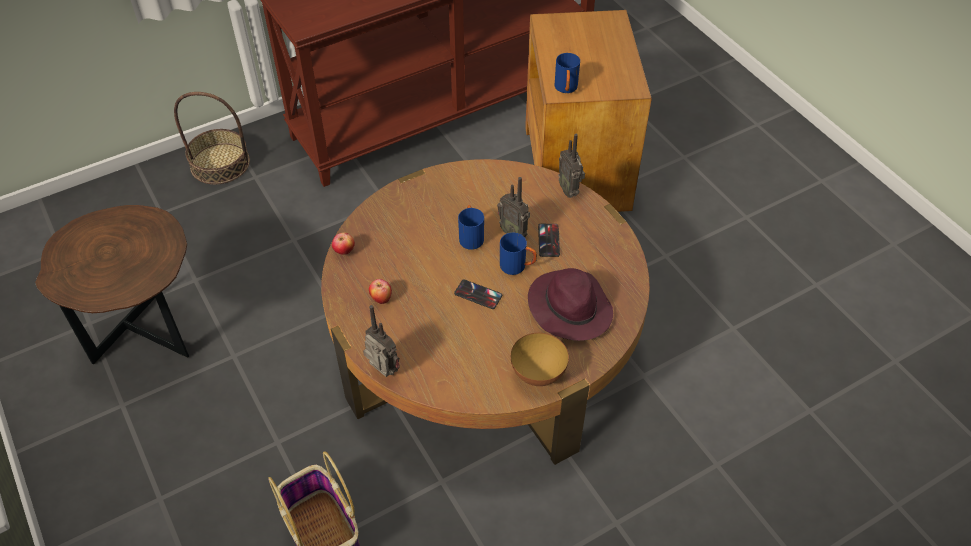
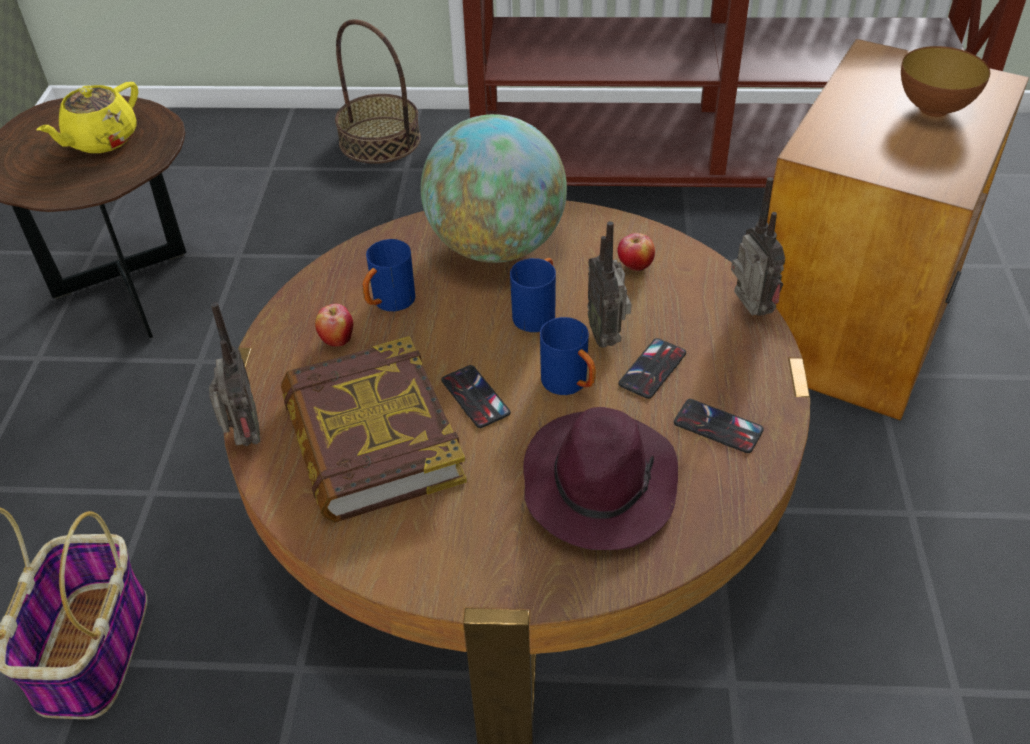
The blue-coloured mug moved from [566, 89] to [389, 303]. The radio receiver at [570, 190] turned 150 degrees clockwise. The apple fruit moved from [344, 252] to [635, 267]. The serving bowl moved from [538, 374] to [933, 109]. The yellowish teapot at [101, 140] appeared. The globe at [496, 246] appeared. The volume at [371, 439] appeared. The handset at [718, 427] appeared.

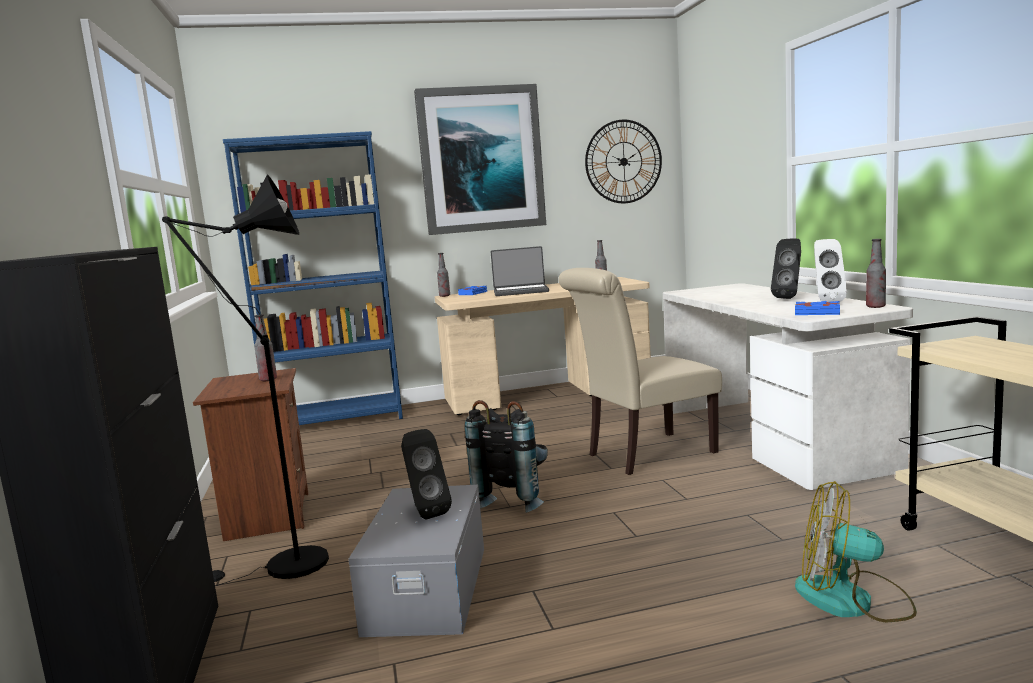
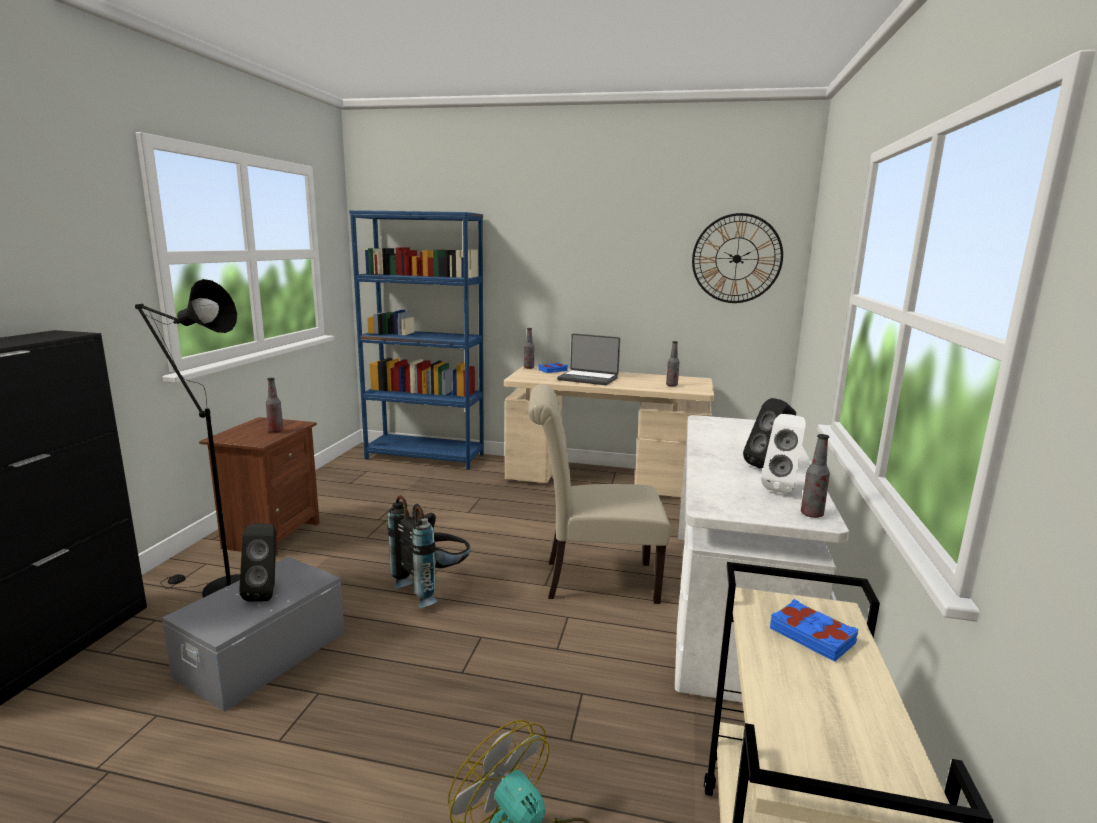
The picture at [481, 160] disappeared. The blue-coloured volume moved from [817, 313] to [812, 635].

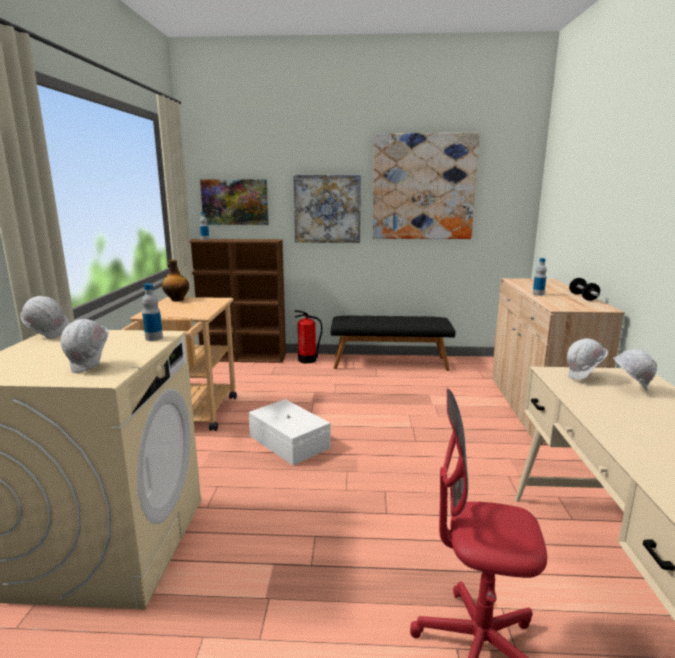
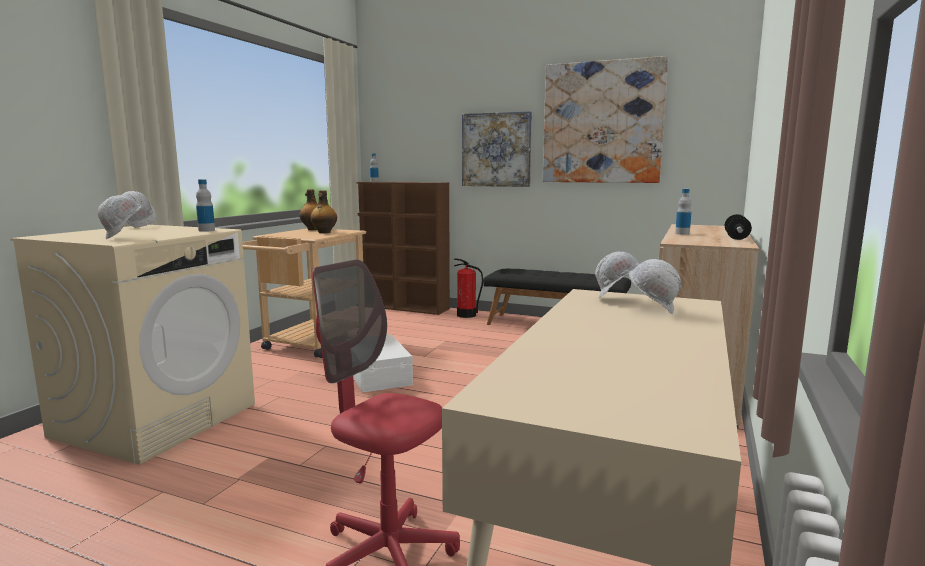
The picture at [235, 202] disappeared. The bottle at [324, 232] appeared.

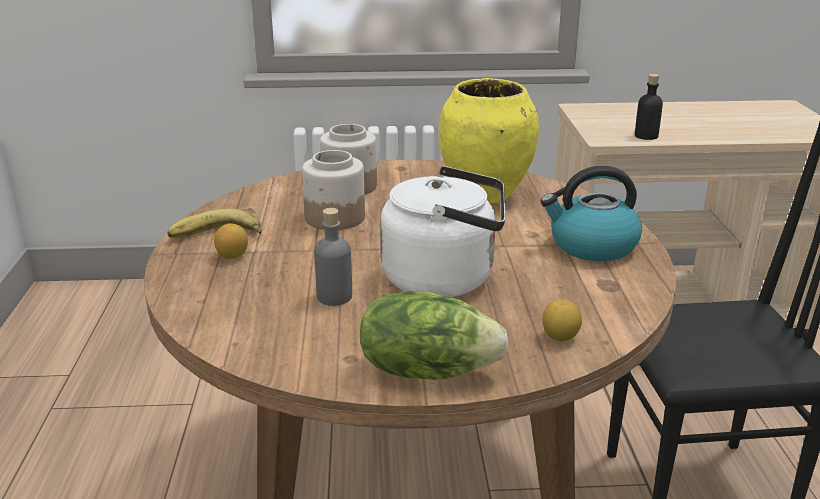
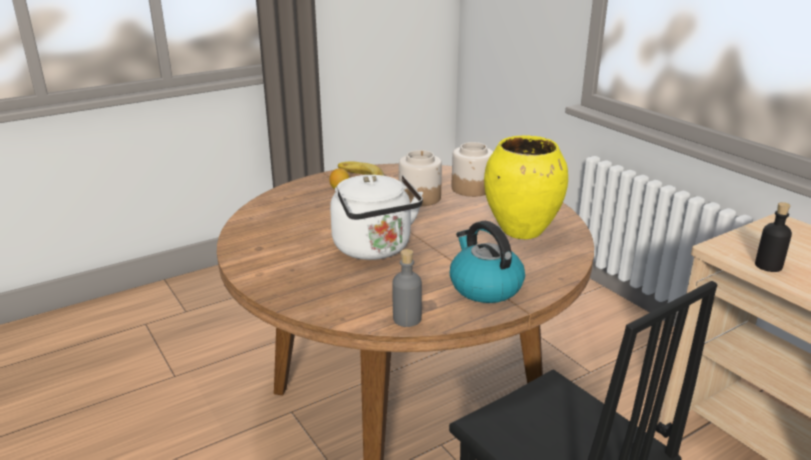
The greyish bottle moved from [334, 297] to [407, 319]. The lettuce at [427, 370] disappeared. The lemon at [560, 337] disappeared.

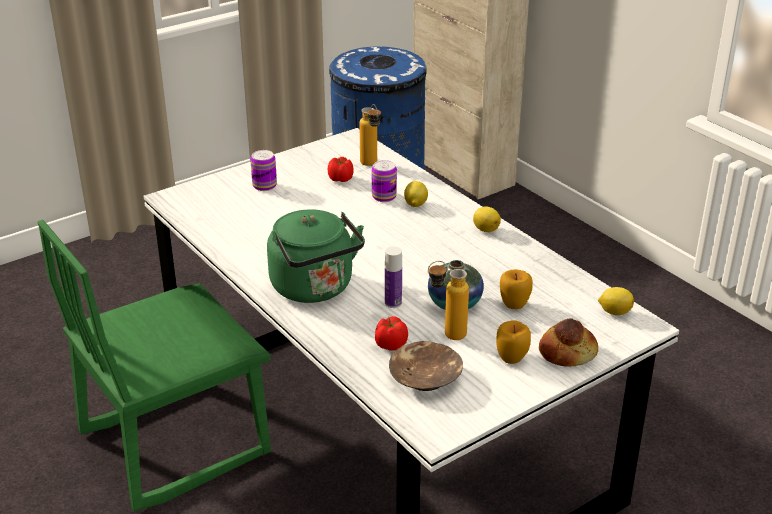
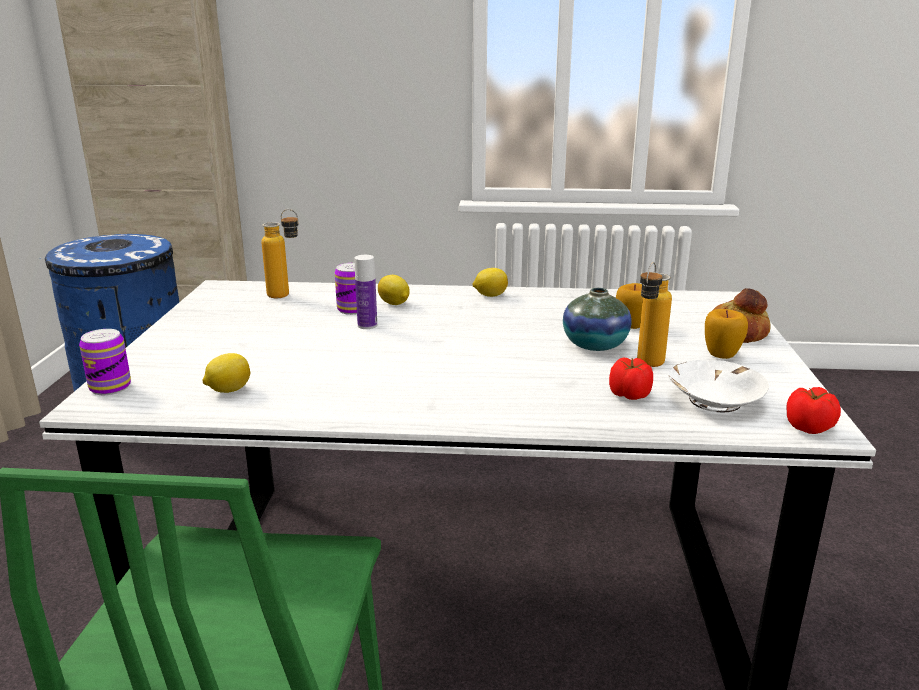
The sealed can moved from [264, 186] to [110, 387]. The fresh tomato moved from [341, 179] to [809, 427]. The green-coloured kettle at [315, 288] disappeared. The bottle moved from [393, 303] to [367, 325]. The lemon moved from [614, 312] to [228, 390]. The brownish serving bowl at [426, 378] became the white serving bowl at [714, 400].

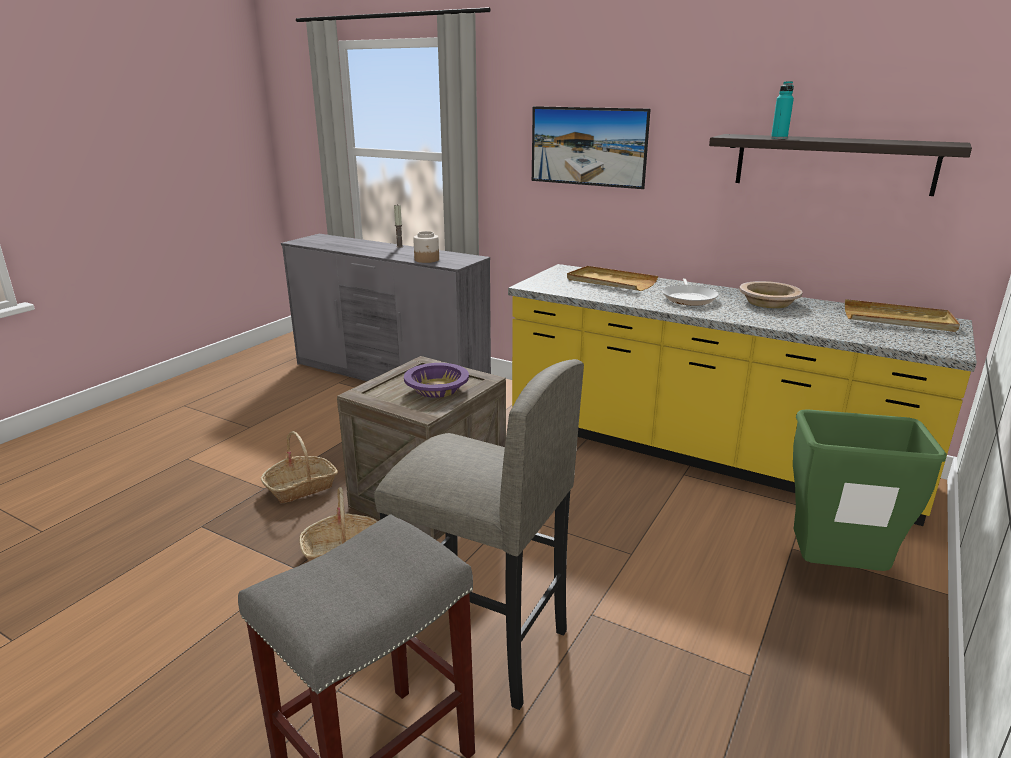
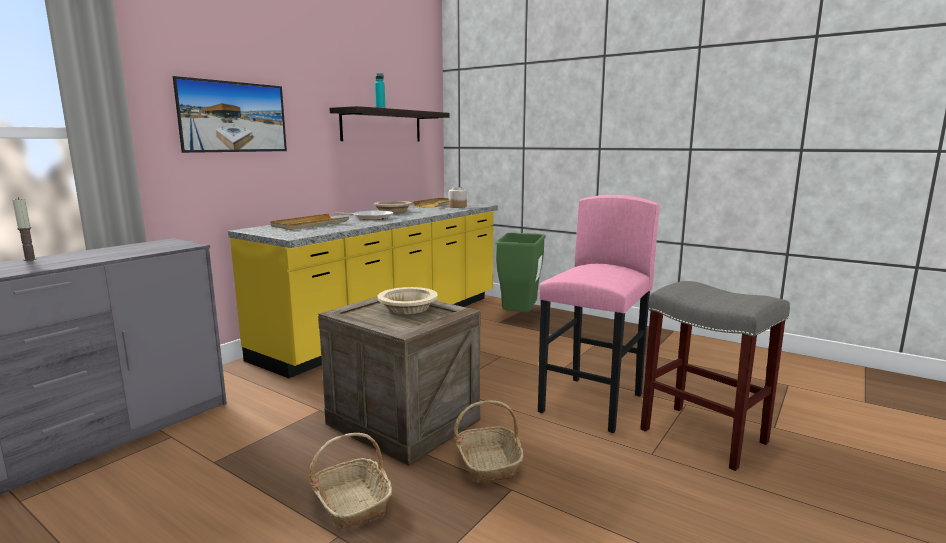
The preserve jar moved from [427, 260] to [458, 207]. The greyish stool seat at [481, 644] became the pink-coloured stool seat at [592, 403]. The purplish serving bowl at [437, 388] became the beige-coloured serving bowl at [407, 308].

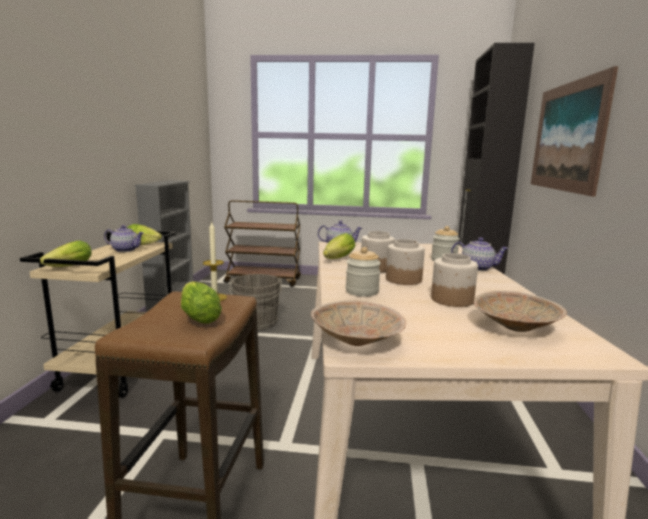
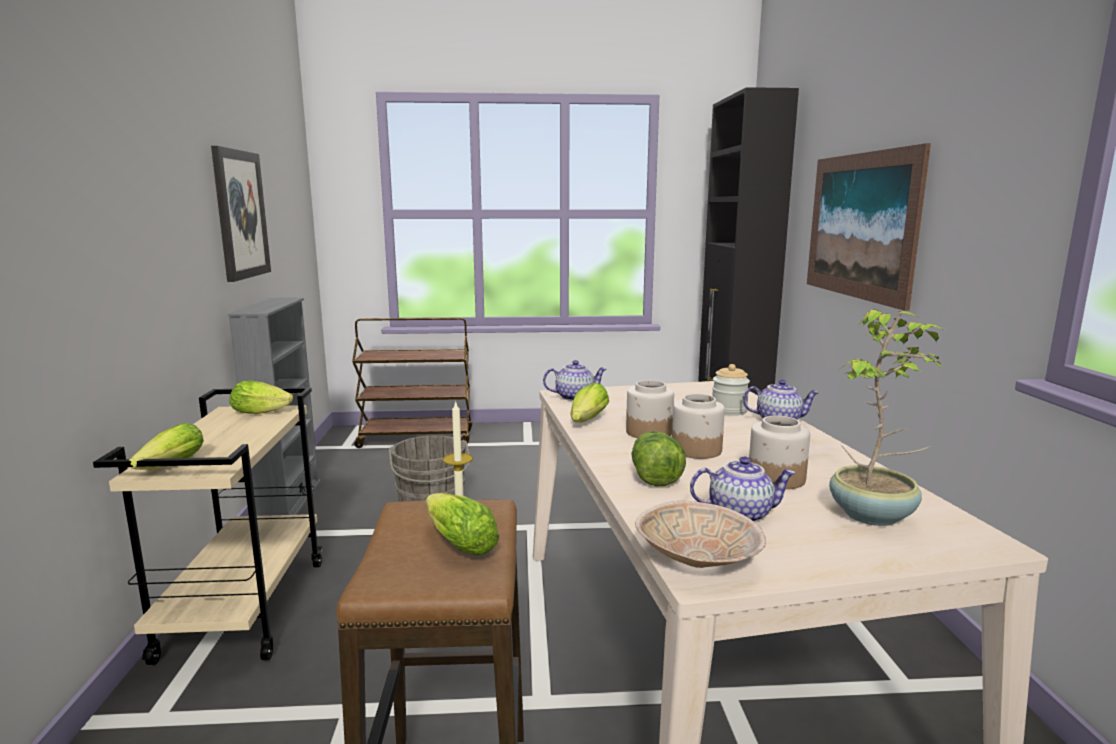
The teapot moved from [126, 250] to [740, 514]. The preserve jar at [362, 291] was replaced by the lettuce at [654, 476]. The beige-coloured serving bowl at [514, 328] was replaced by the potted plant at [873, 515]. The picture at [241, 214] appeared.

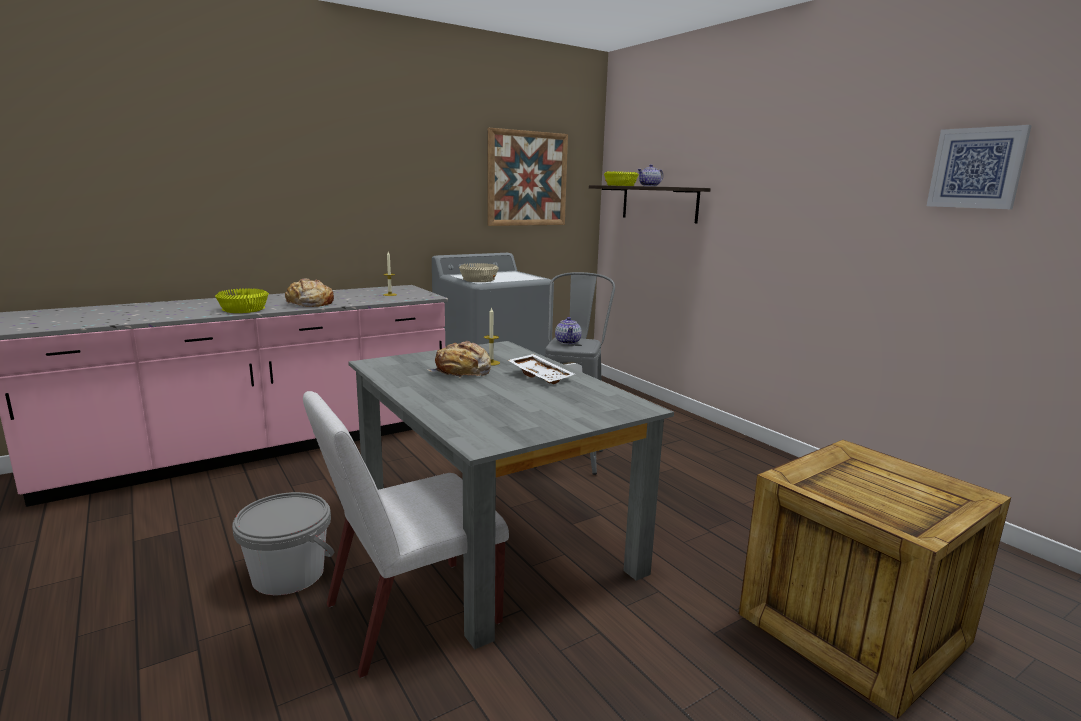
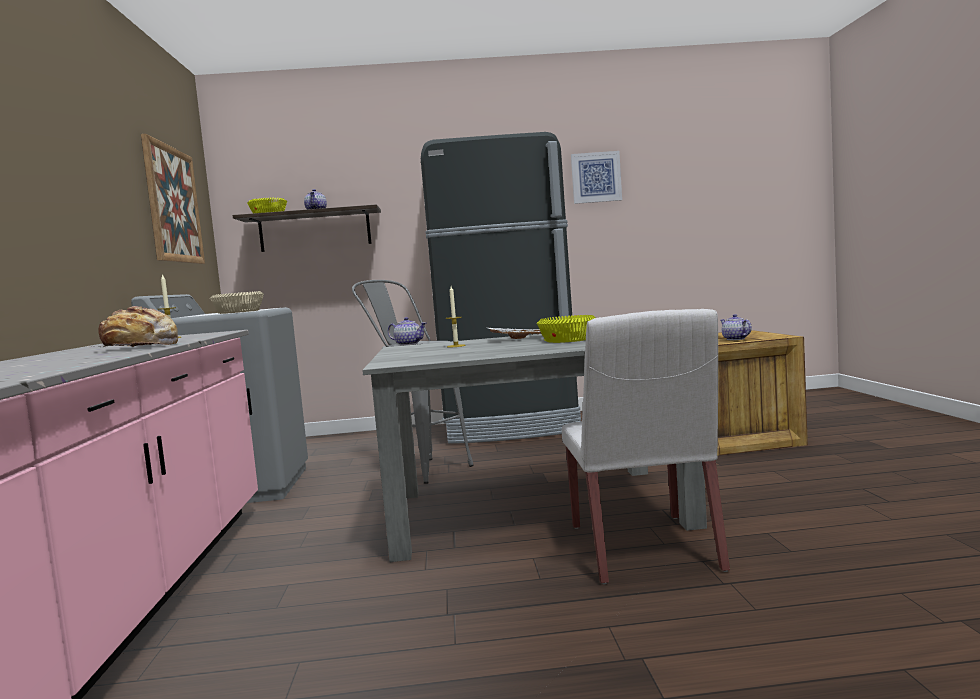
The yellowish serving bowl moved from [243, 309] to [567, 340]. The bakery bread at [462, 372] disappeared. The greyish water bucket at [288, 574] disappeared. The black-coloured refrigerator at [511, 428] appeared. The teapot at [735, 339] appeared.

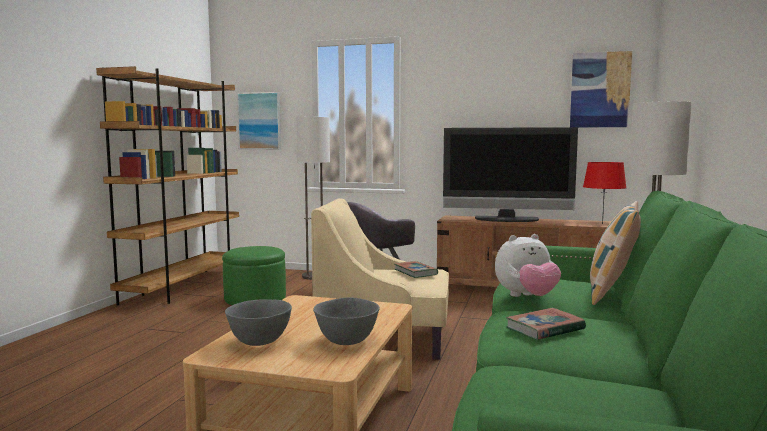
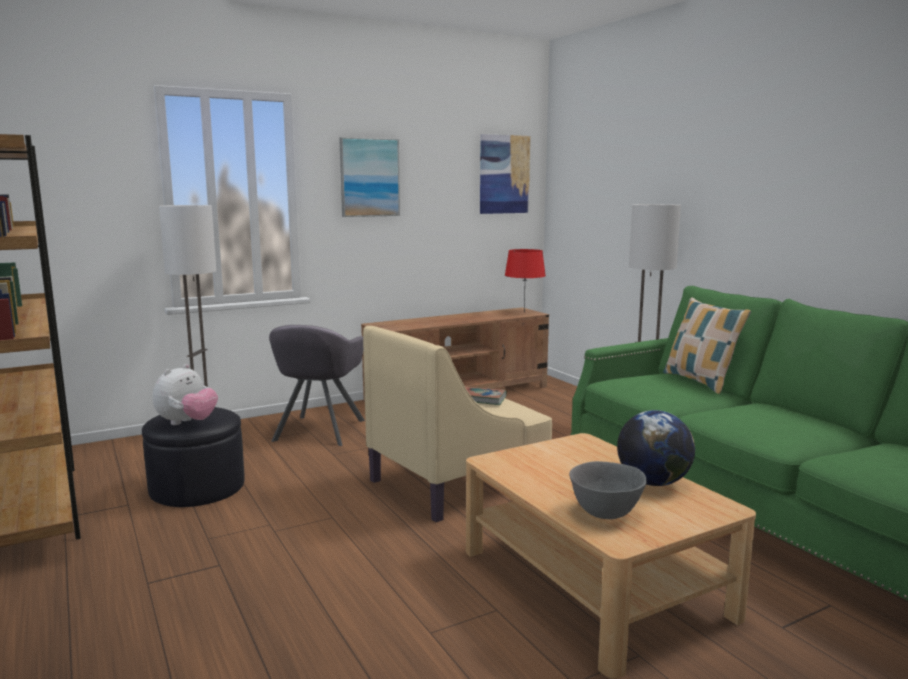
The picture moved from [259, 121] to [369, 177]. The TV at [506, 219] disappeared. The soft toy moved from [526, 297] to [187, 423]. The green-coloured ottoman at [255, 298] became the black-coloured ottoman at [197, 487]. The greyish serving bowl at [347, 340] was replaced by the globe at [653, 482]. The volume at [545, 329] disappeared.

